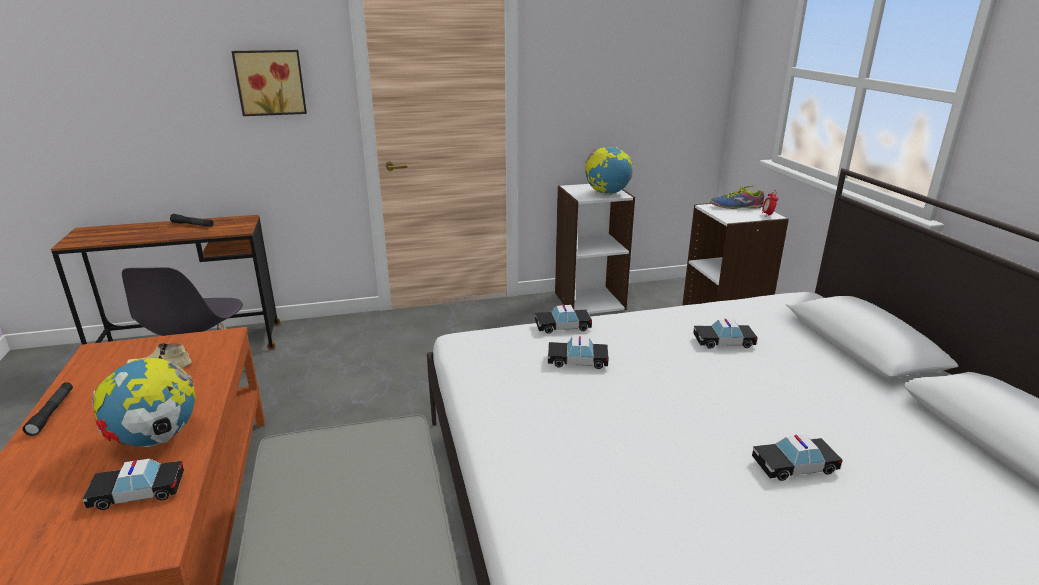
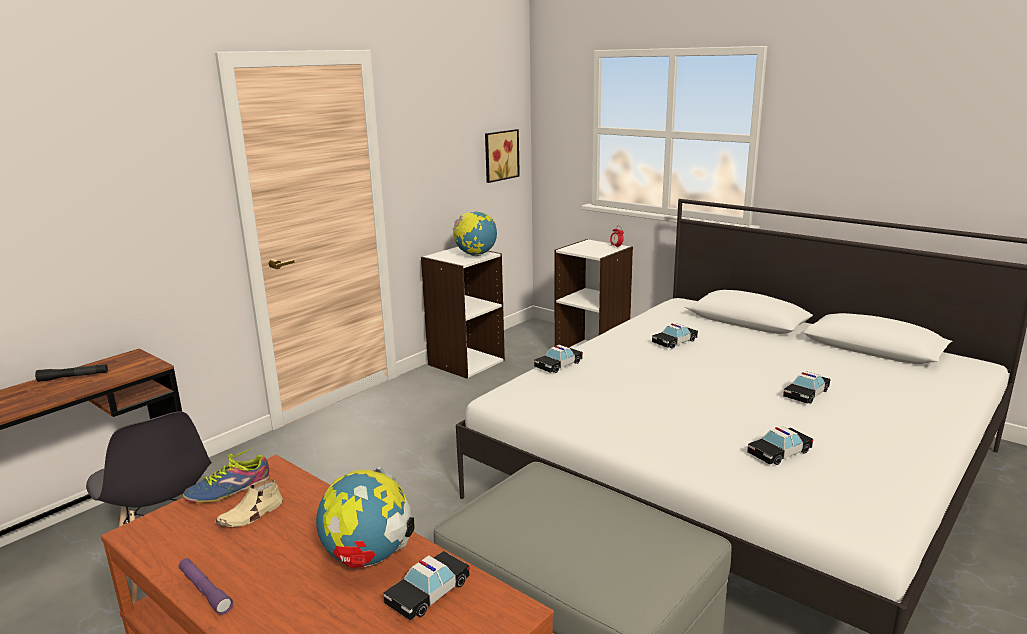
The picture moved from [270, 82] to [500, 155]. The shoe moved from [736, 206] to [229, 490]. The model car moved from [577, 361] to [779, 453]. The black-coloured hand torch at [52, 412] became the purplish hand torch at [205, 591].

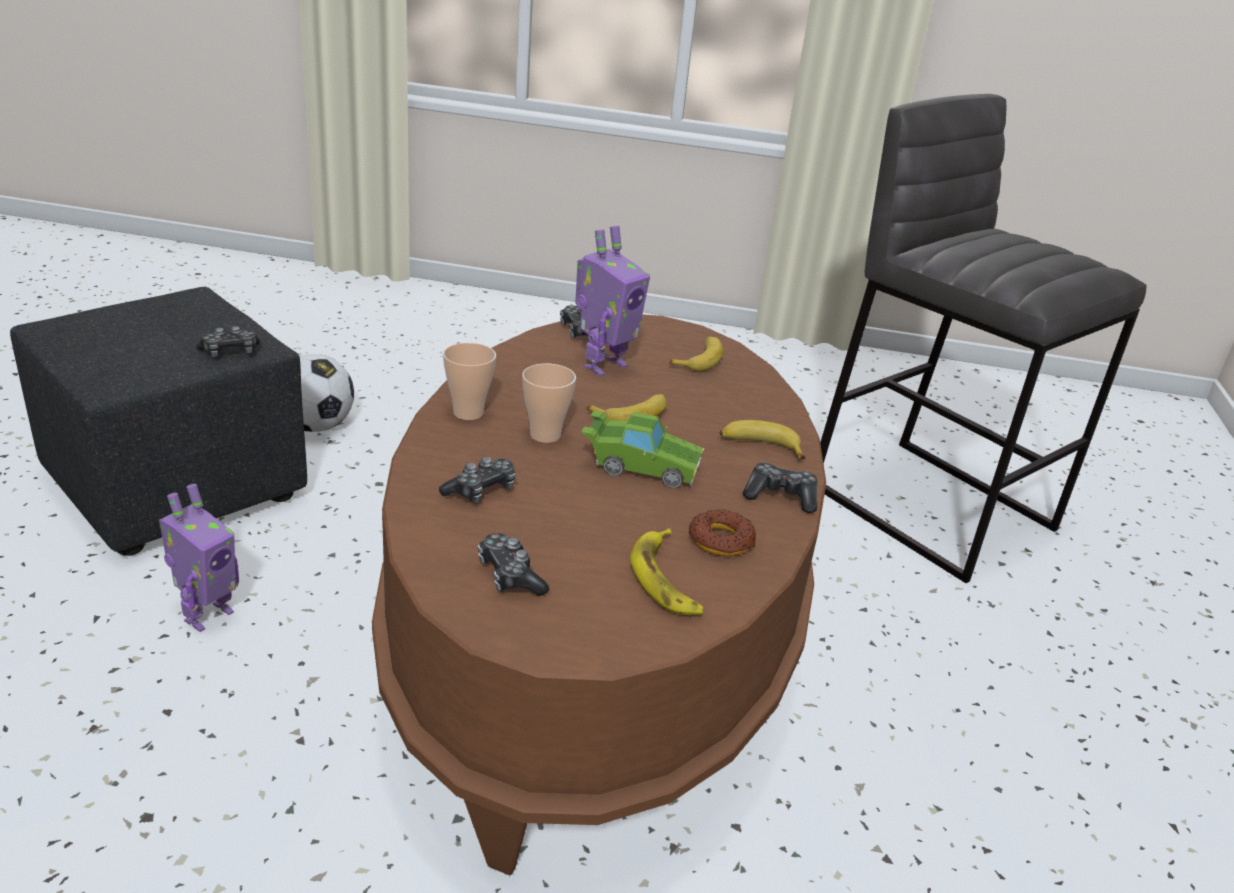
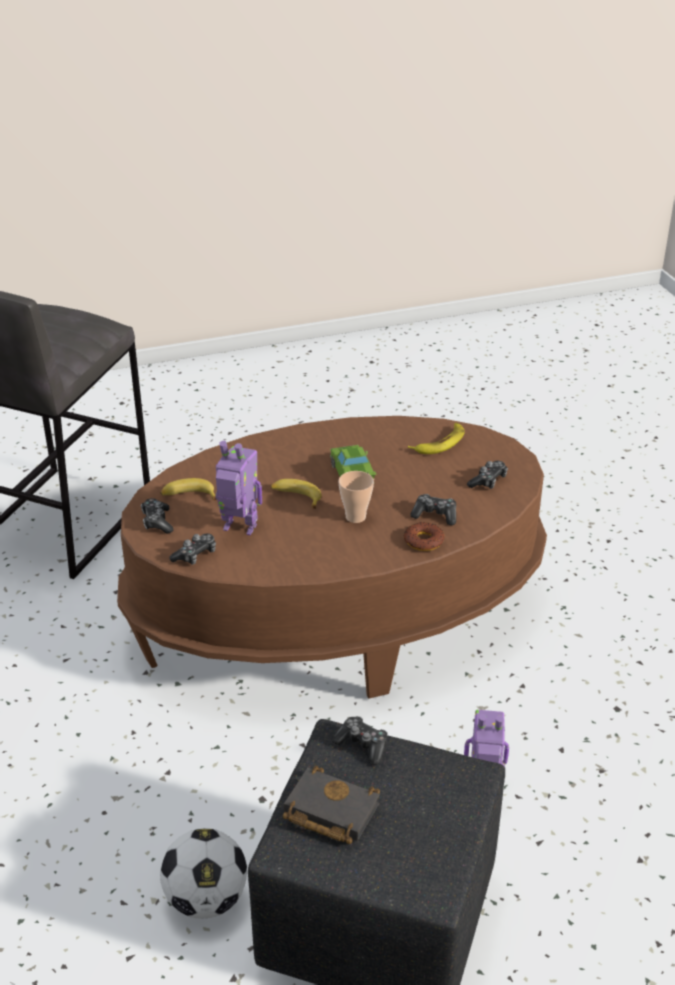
The small cup at [468, 413] disappeared. The banana at [760, 446] disappeared. The joypad moved from [780, 496] to [157, 522]. The ring doughnut moved from [721, 540] to [423, 541]. The black-coloured volume at [328, 811] appeared.

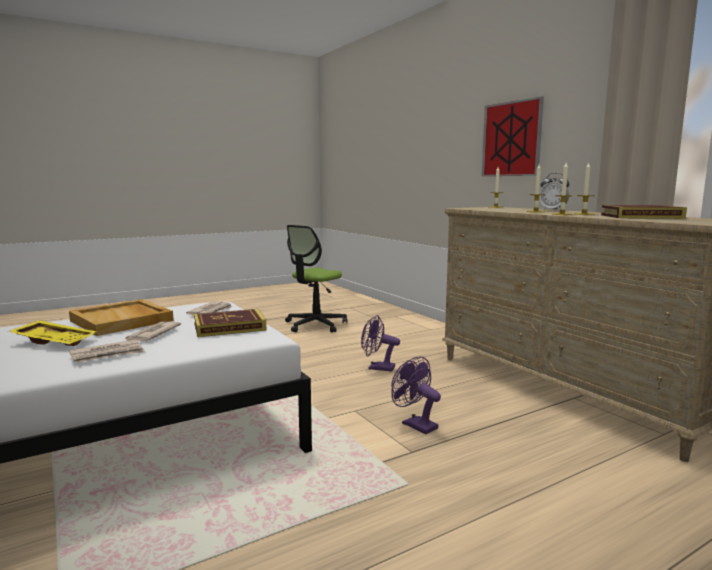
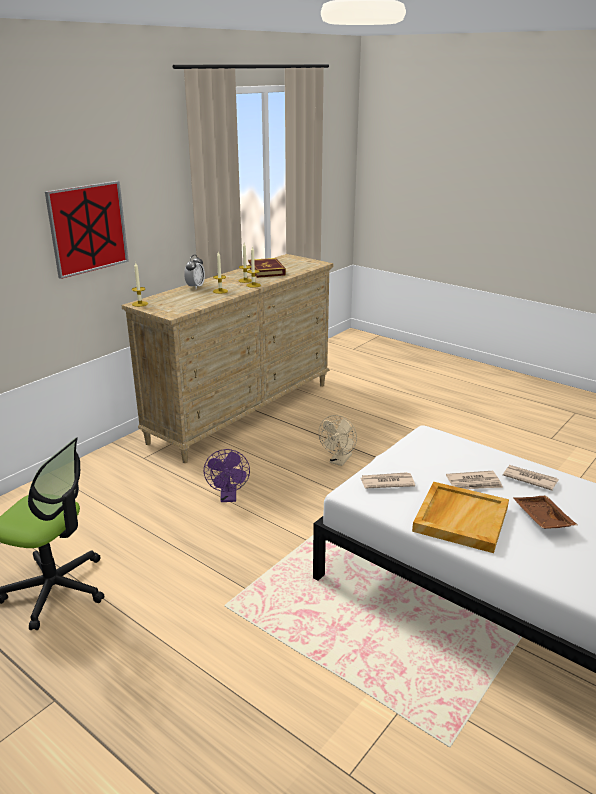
The volume at [229, 327] disappeared. The yellowish tray at [56, 341] became the brownish tray at [541, 519]. The purplish cooling fan at [415, 424] became the beige-coloured cooling fan at [339, 461].

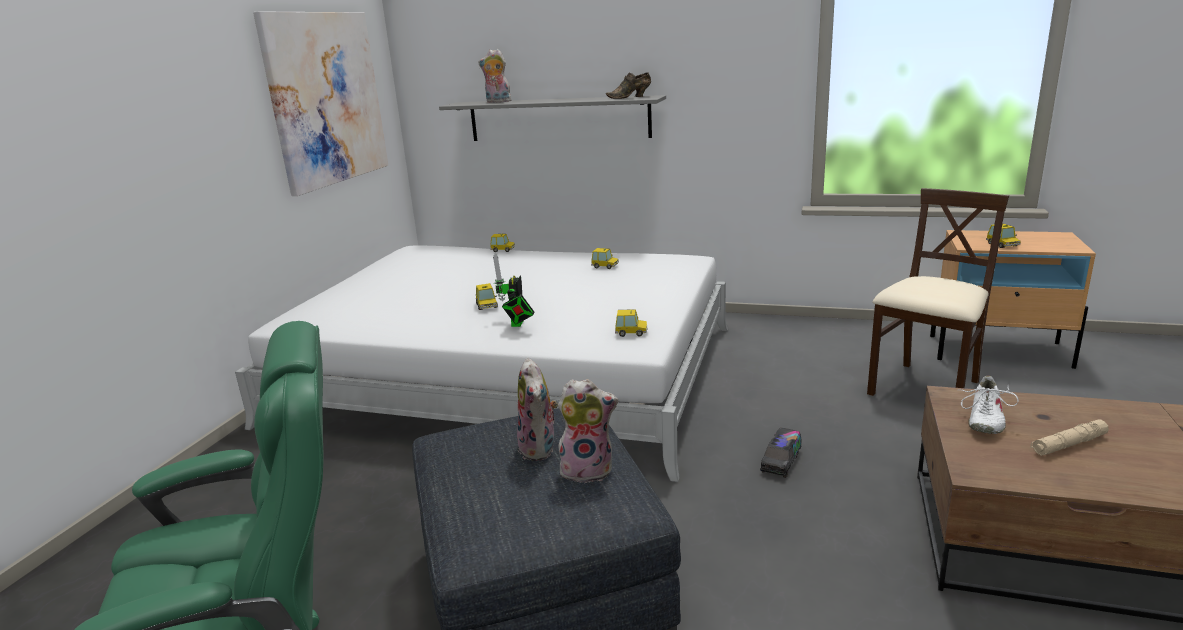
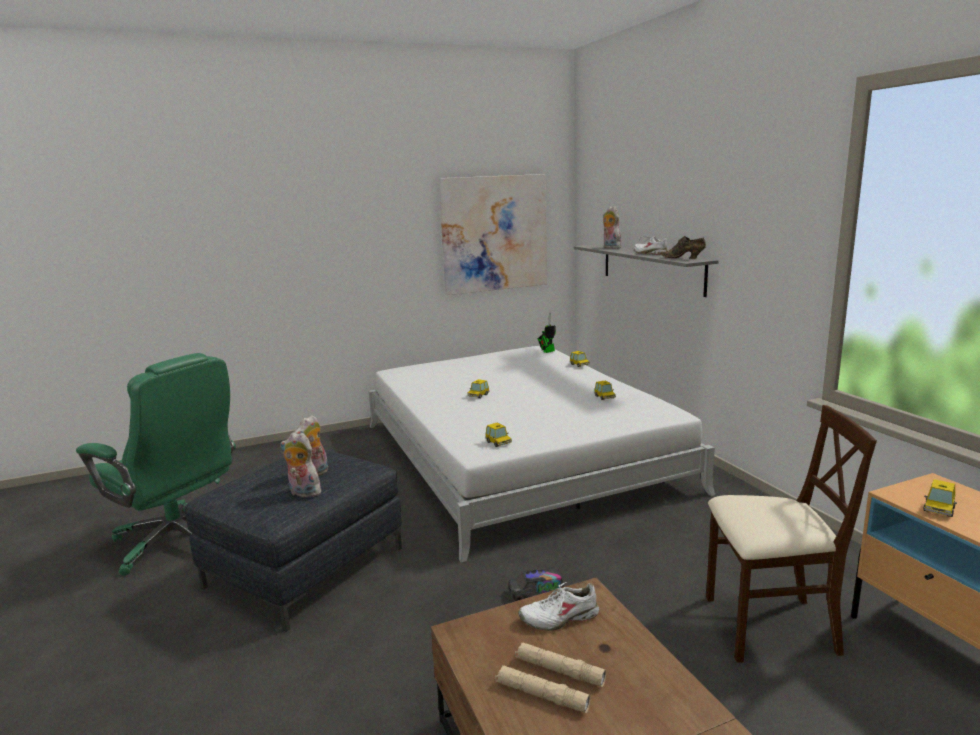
The model robot moved from [517, 324] to [547, 351]. The soft toy at [588, 469] turned 150 degrees clockwise. The white shoe at [650, 253] appeared. The beige-coloured hand torch at [541, 695] appeared.

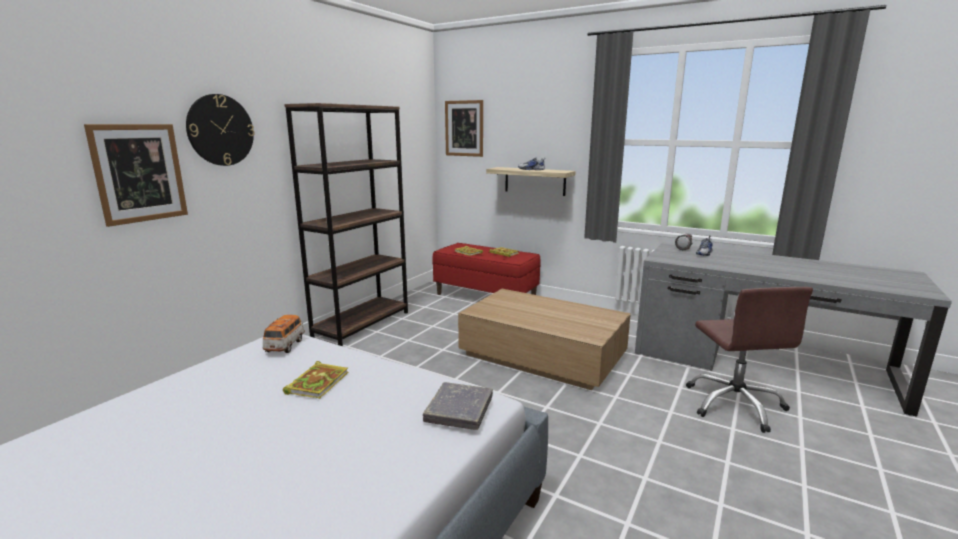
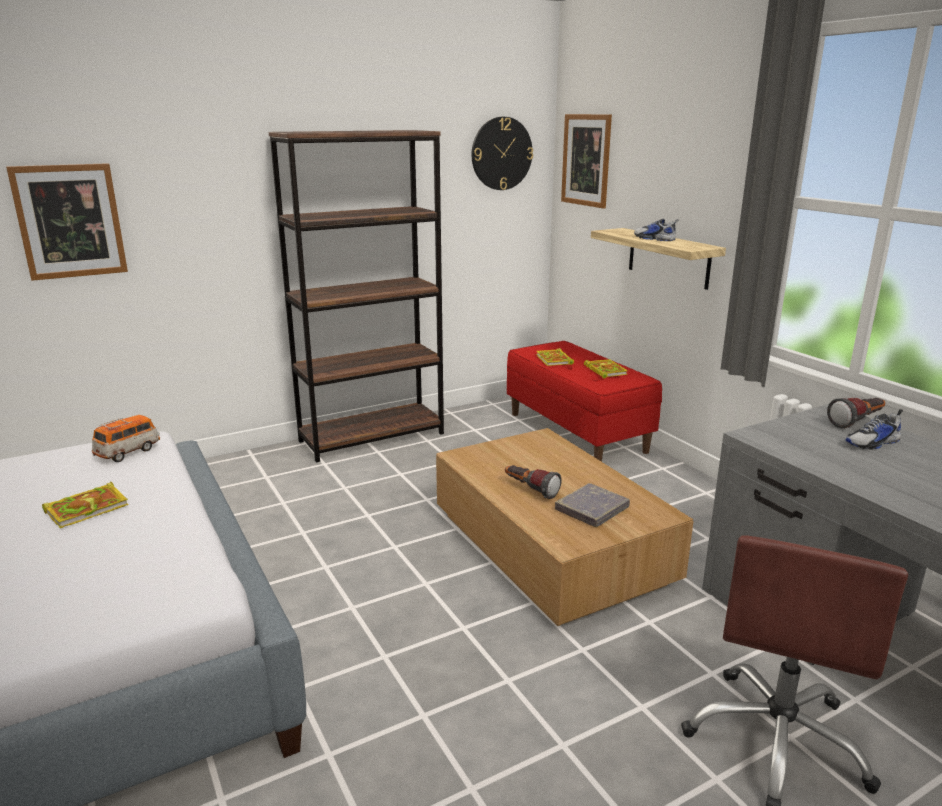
The clock on the wall moved from [220, 130] to [501, 153]. The greyish volume moved from [459, 410] to [592, 509]. The hand torch at [530, 490] appeared.

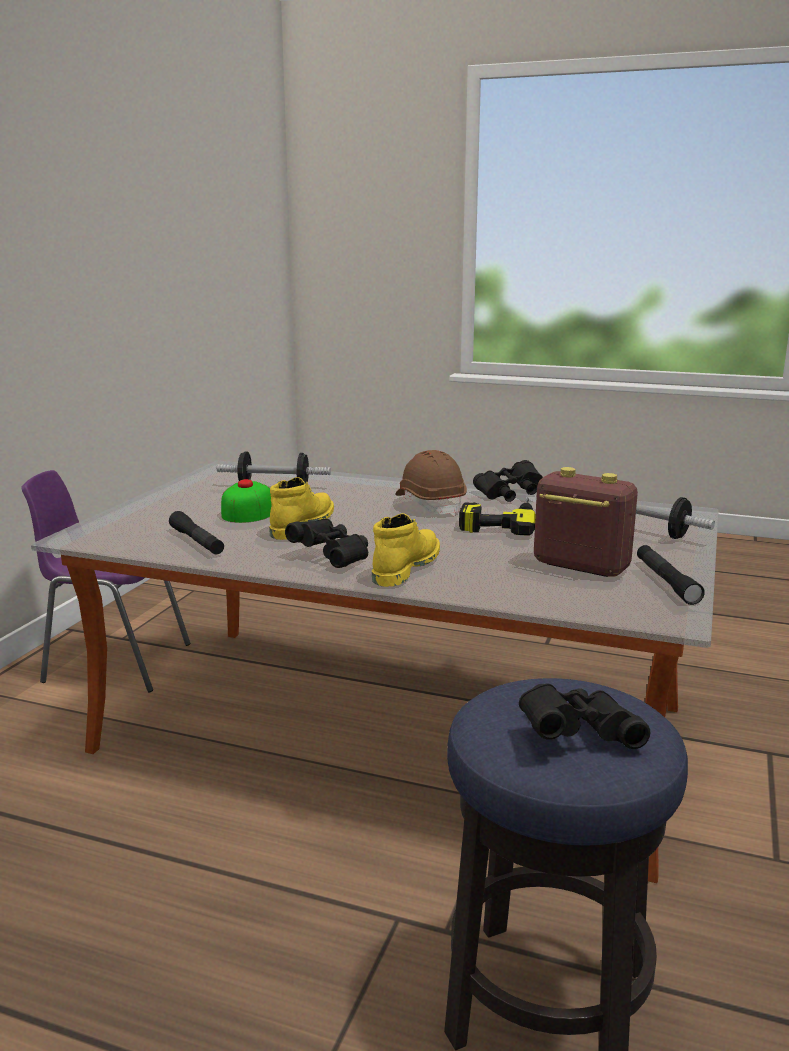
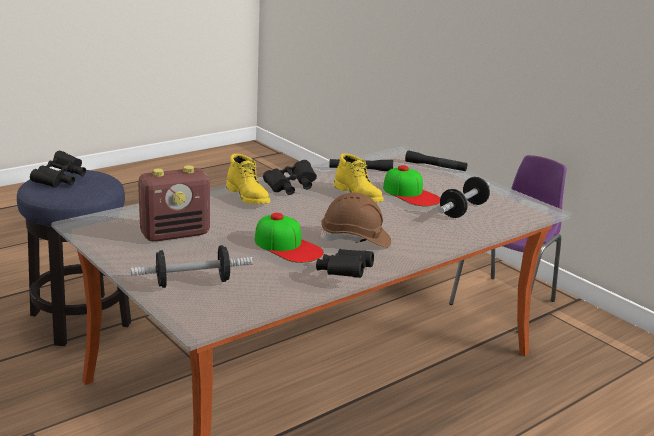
The electric drill at [499, 521] was replaced by the peaked cap at [288, 246]. The black-coloured hand torch moved from [666, 582] to [435, 166].

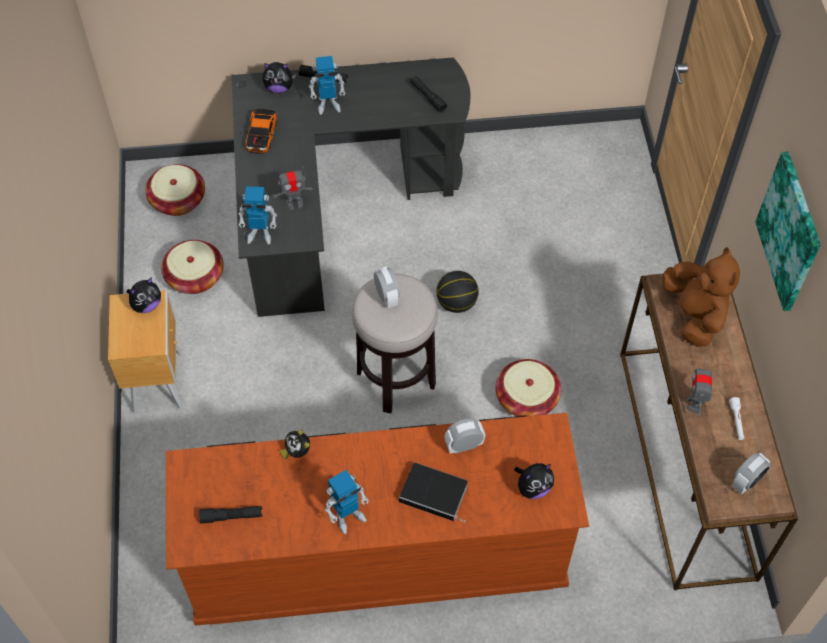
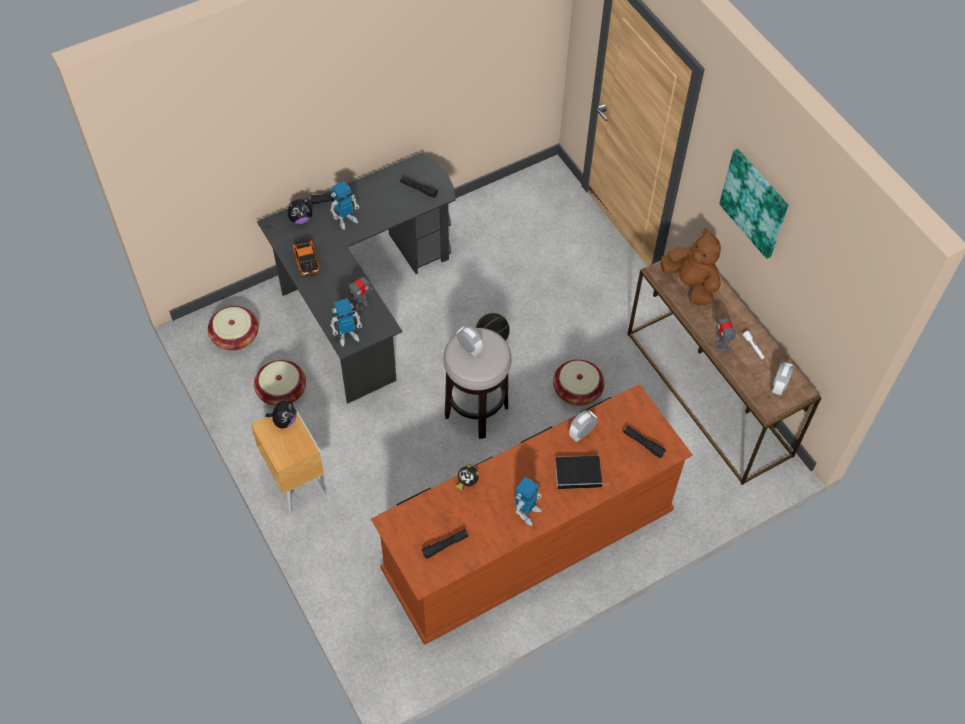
The soft toy at [533, 488] was replaced by the black-coloured hand torch at [643, 443].

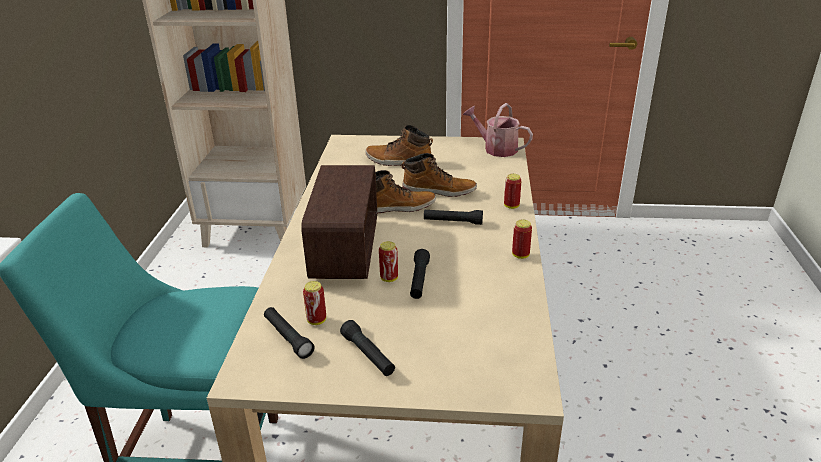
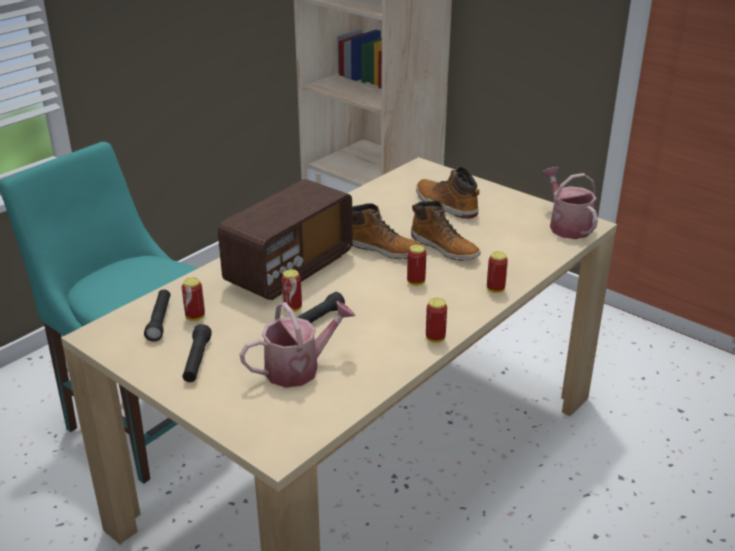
The black-coloured hand torch at [453, 222] was replaced by the sealed can at [416, 282]. The watering can at [299, 368] appeared.

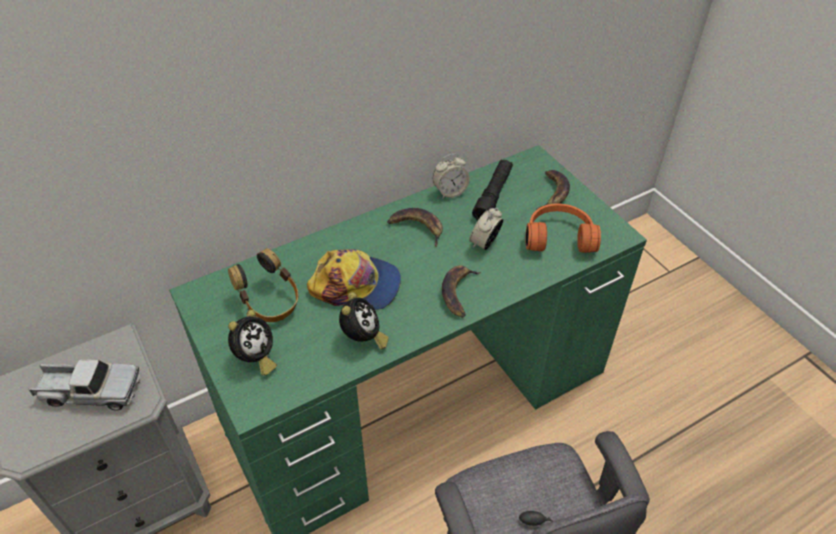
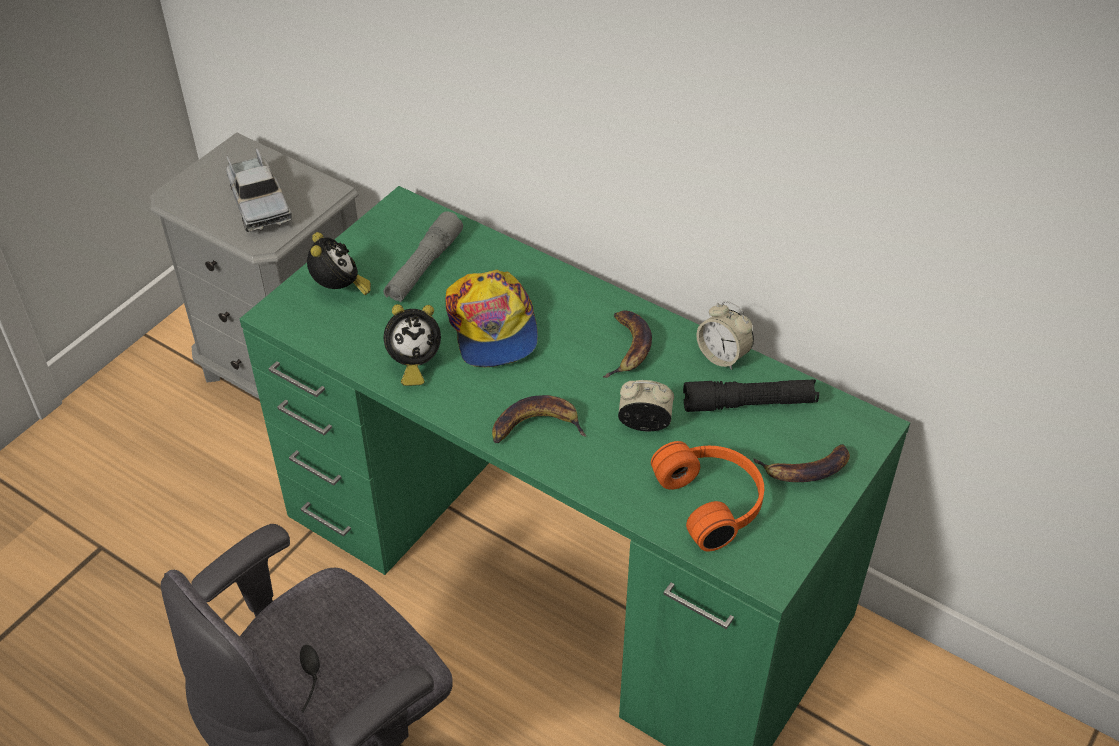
The pair of headphones at [270, 302] was replaced by the greyish hand torch at [424, 267]. The alarm clock at [255, 358] turned 105 degrees counterclockwise.

